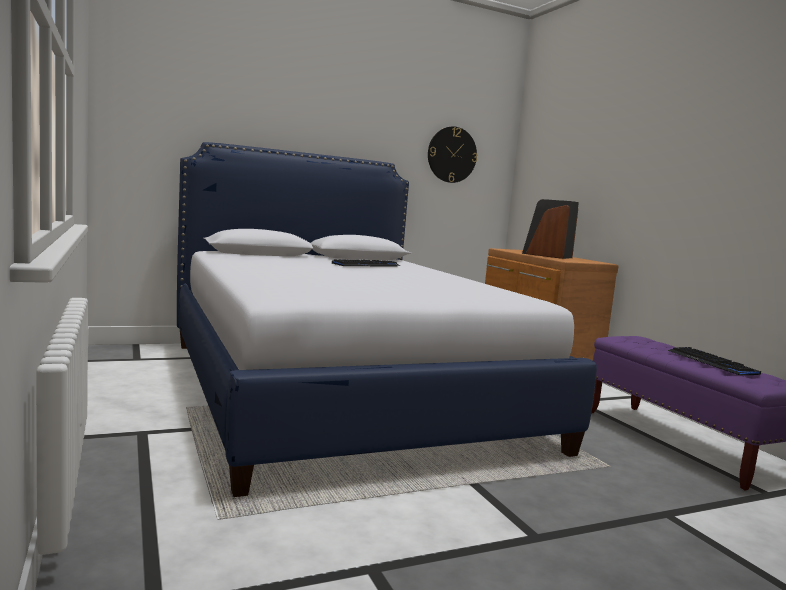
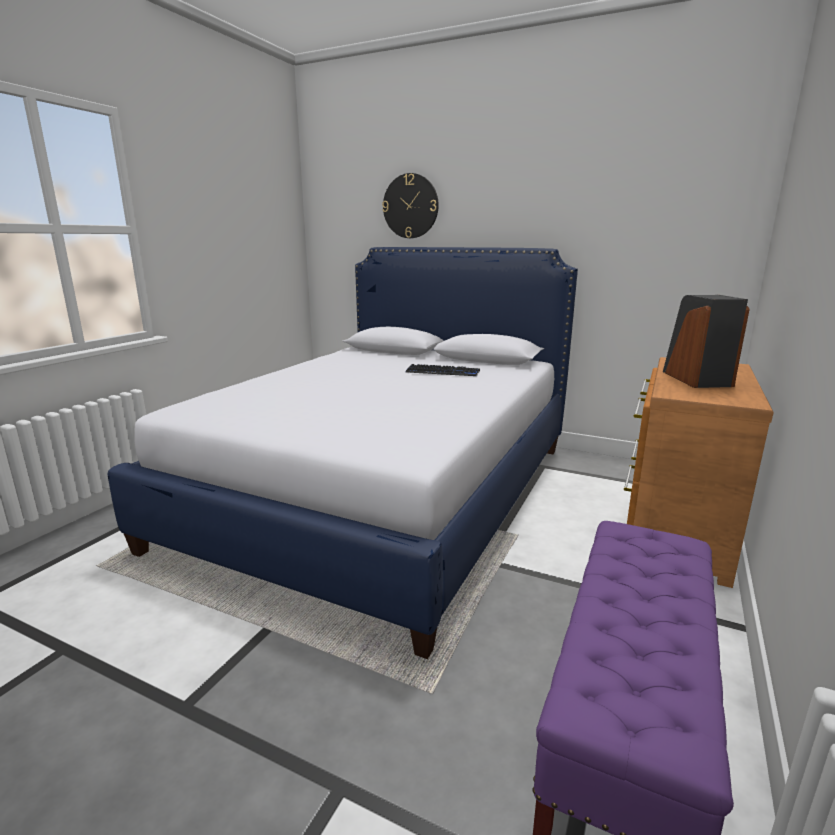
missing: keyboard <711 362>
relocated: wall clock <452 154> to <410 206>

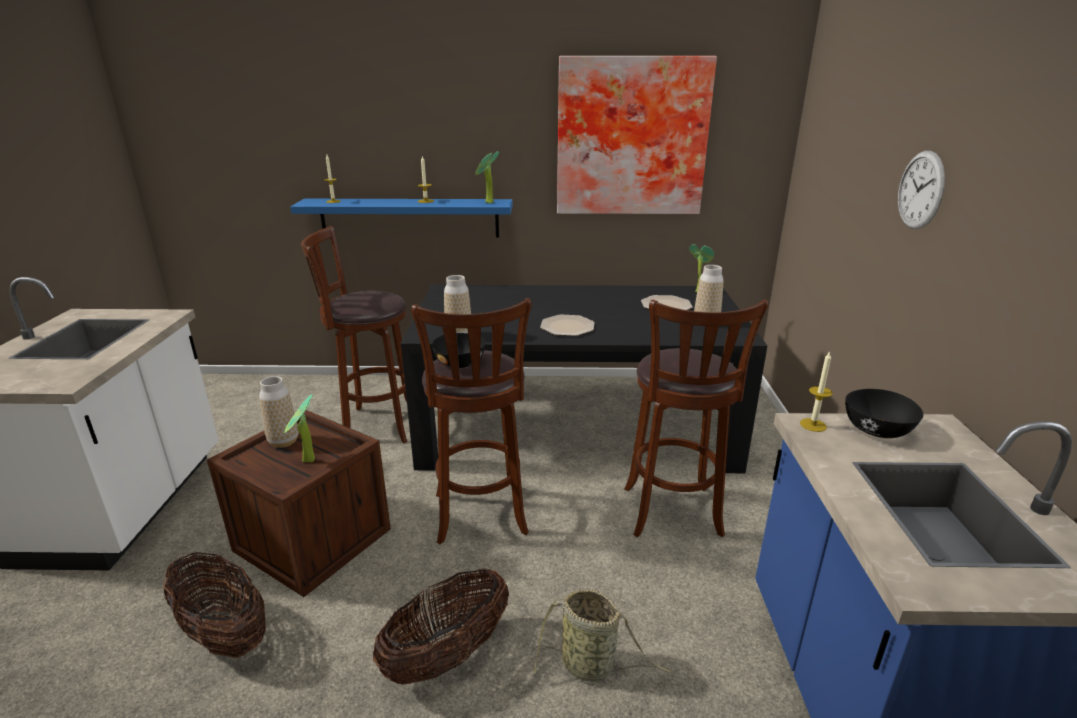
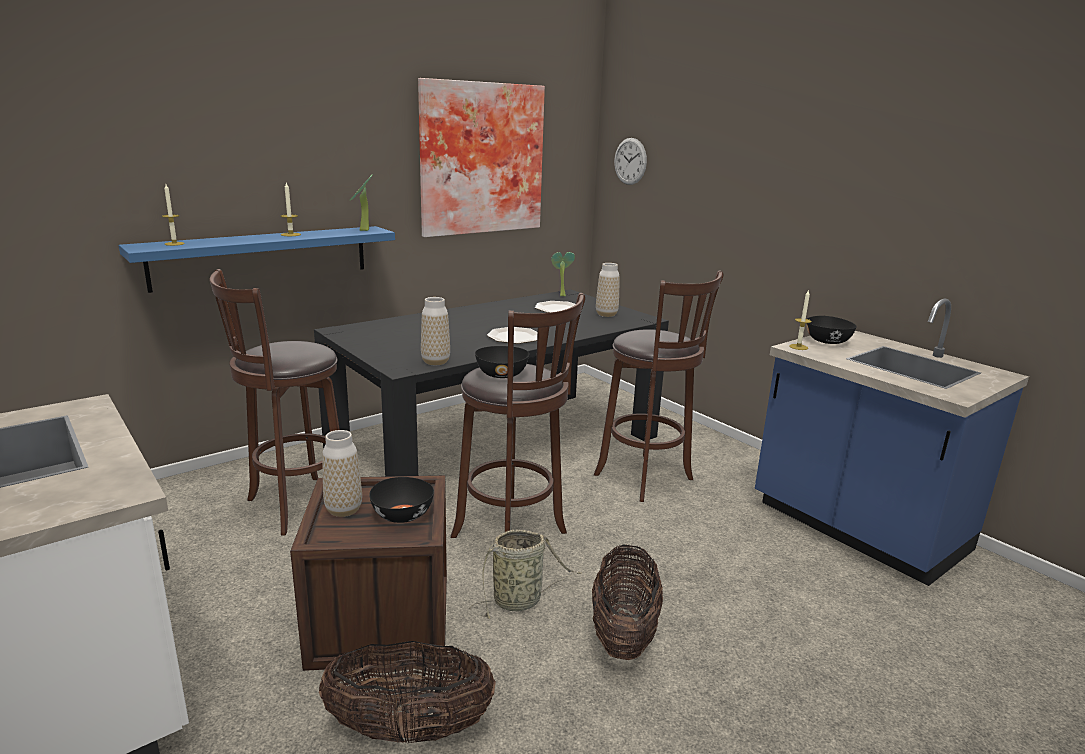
relocated: wall clock <920 190> to <630 161>; basket <591 666> to <520 600>
exchanged: potted plant <306 462> to black bowl <402 515>

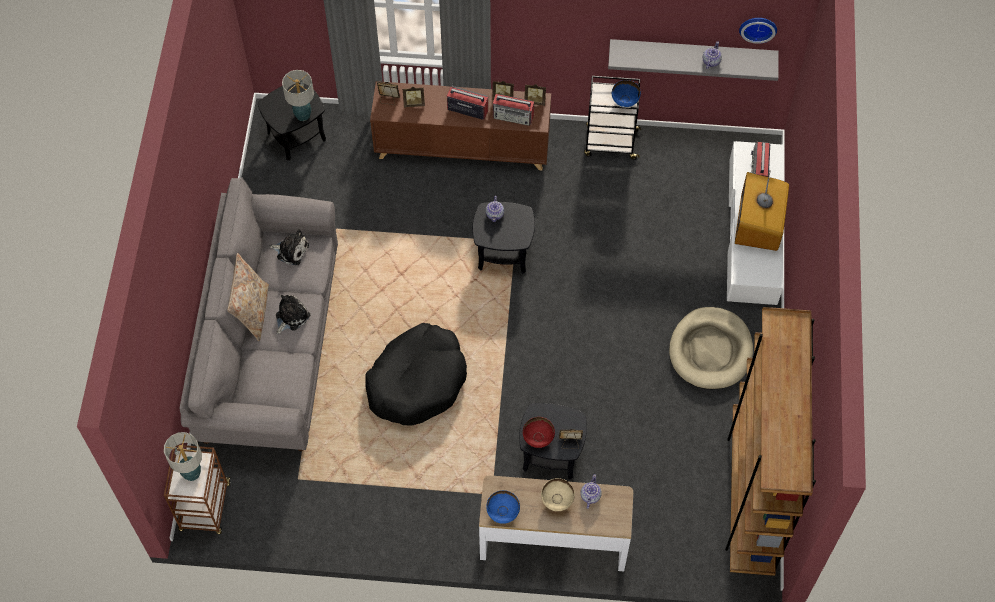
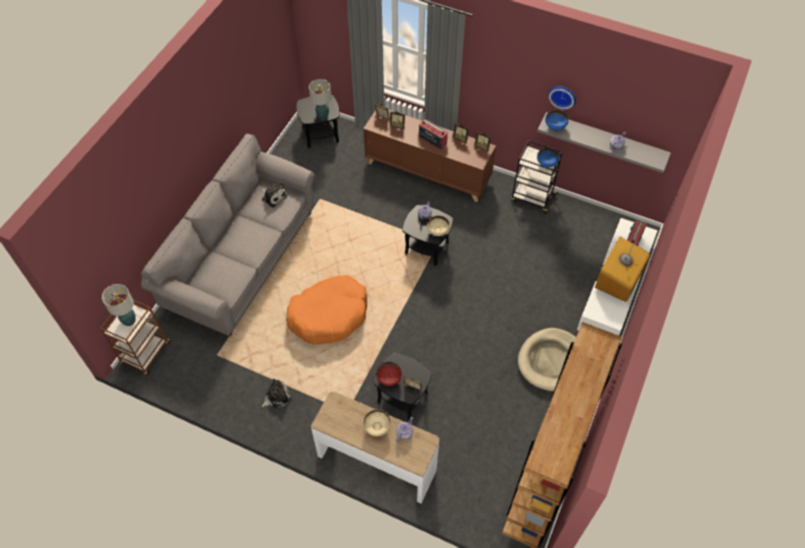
missing: radio <513 116>; beige pillow <252 311>
appeared: beige bowl <437 232>
relocated: wall clock <758 27> to <563 95>; plush toy <291 316> to <277 397>; blue bowl <503 513> to <555 127>
colour: black dog bed <417 381> to orange dog bed <329 315>

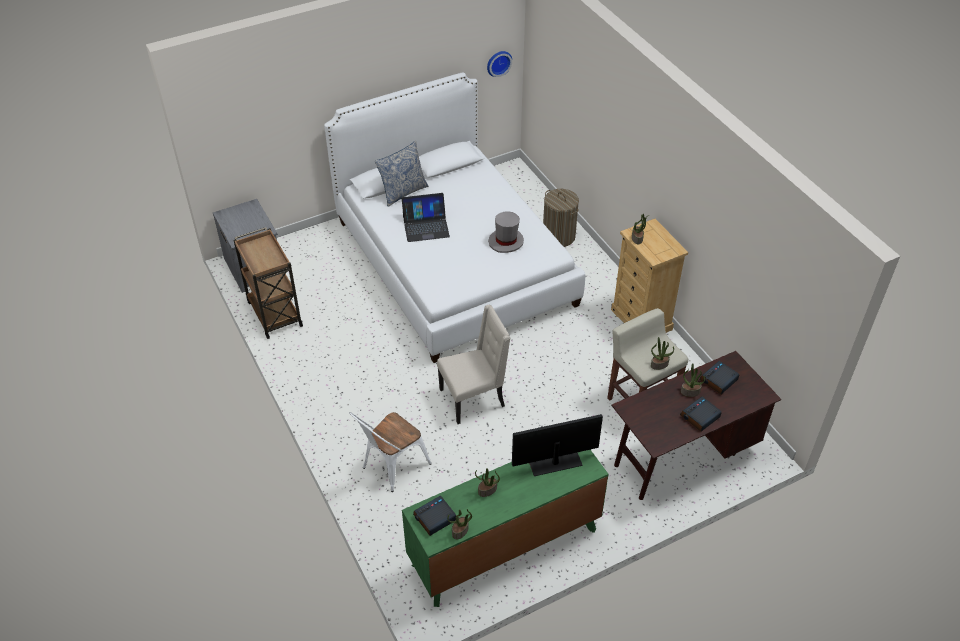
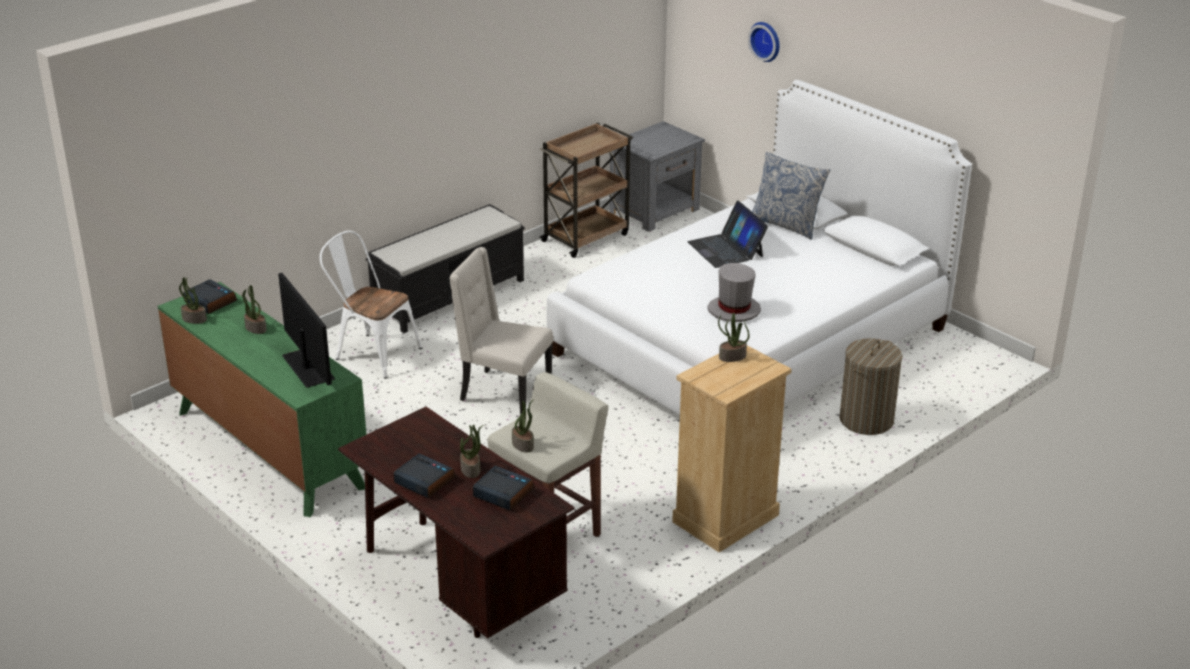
appeared: black bench <450 296>
relocated: wall clock <498 62> to <766 41>
spun: beige chair <473 398> = <503 392> 150 degrees clockwise

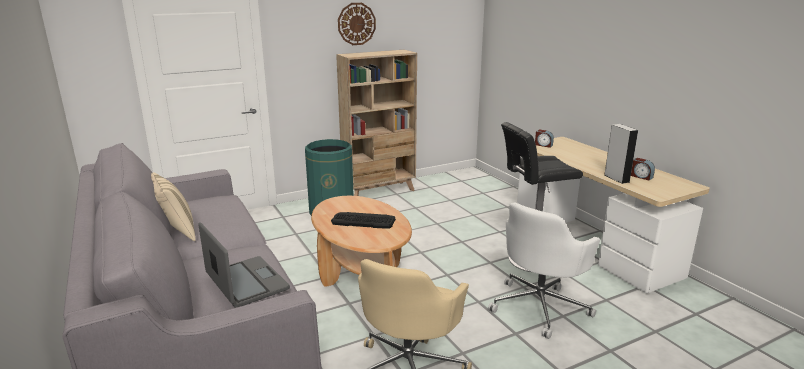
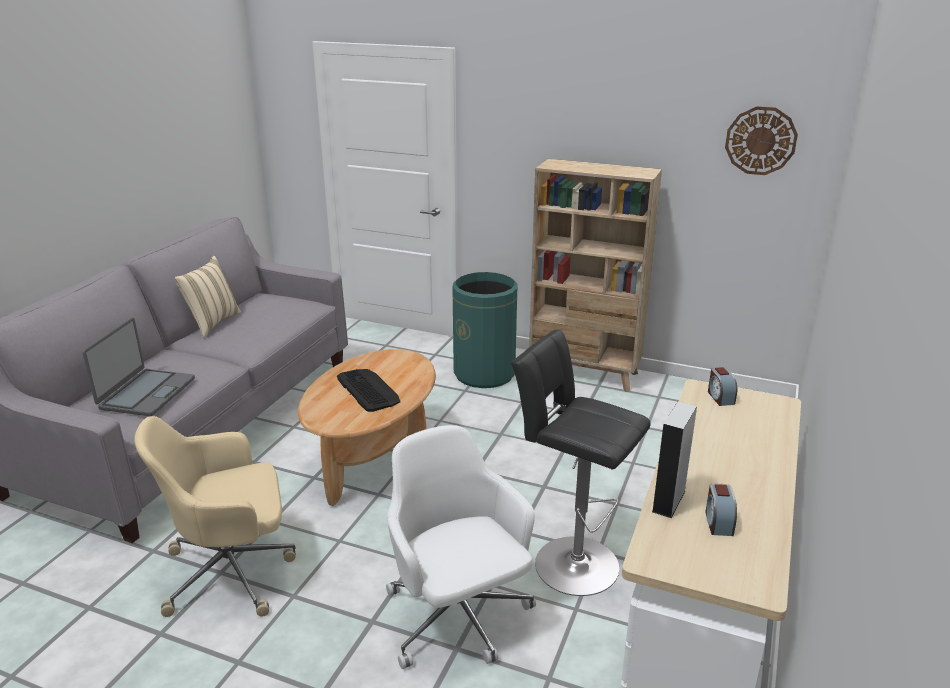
relocated: wall clock <356 24> to <760 141>
spun: white office chair <540 306> = <458 618> 60 degrees clockwise

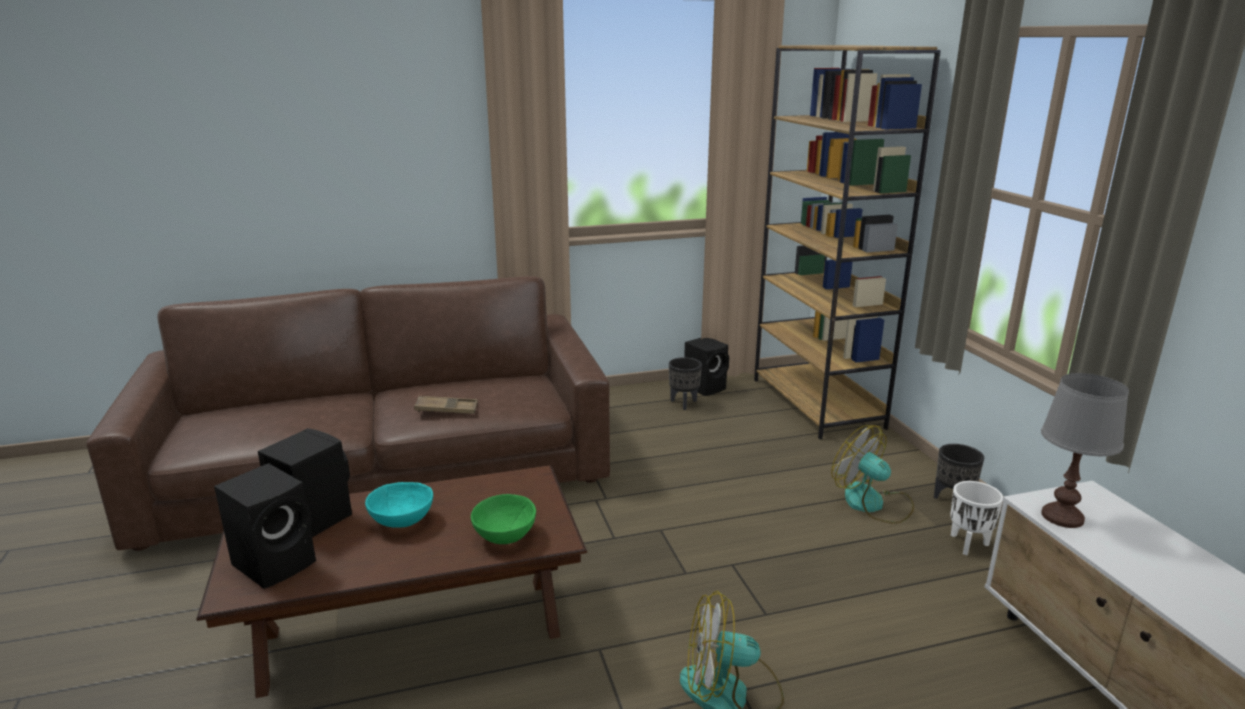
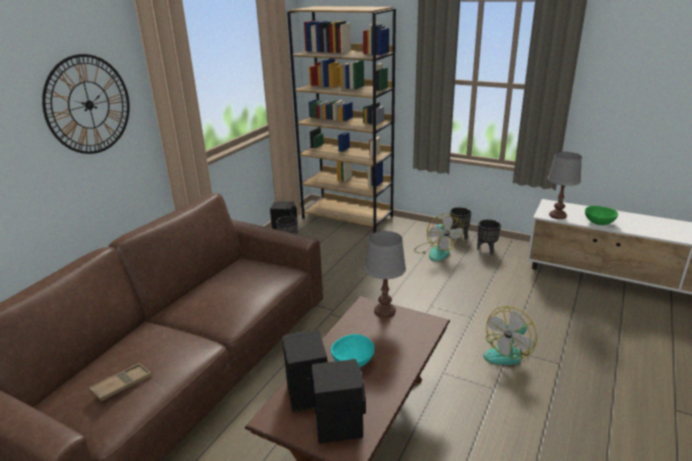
appeared: wall clock <89 105>; grey table lamp <385 311>
relocated: brown tray <446 409> to <122 385>; green bowl <505 535> to <598 223>
colour: white planter <968 544> to black planter <487 250>
spun: fan <872 504> = <436 251> 105 degrees counterclockwise

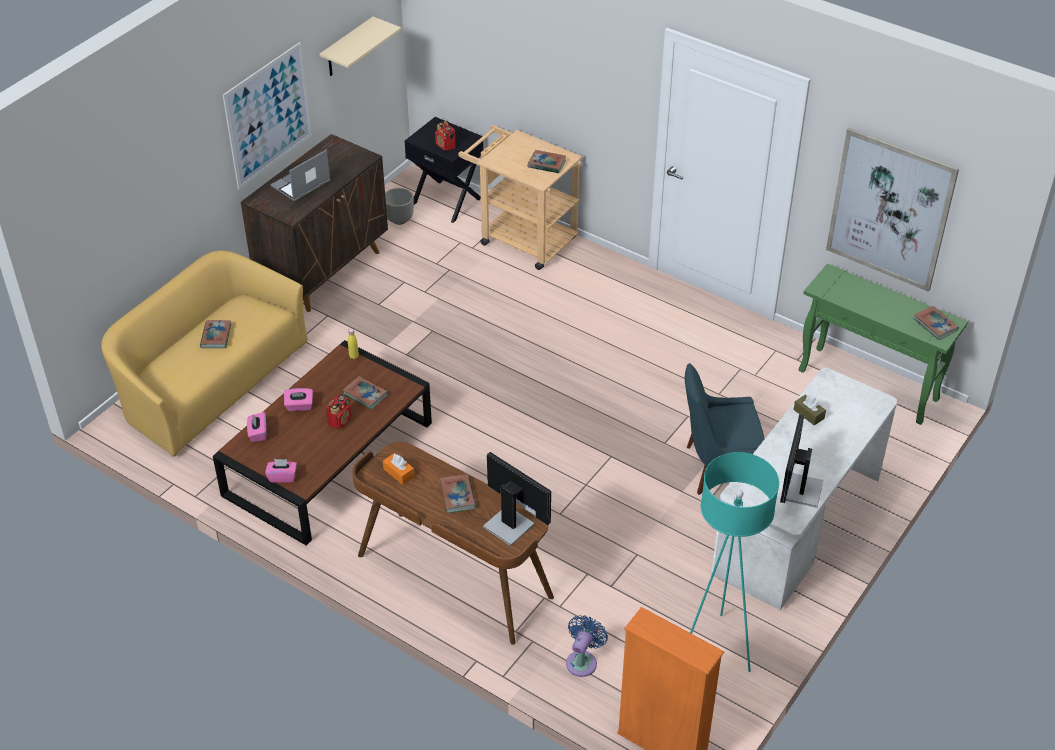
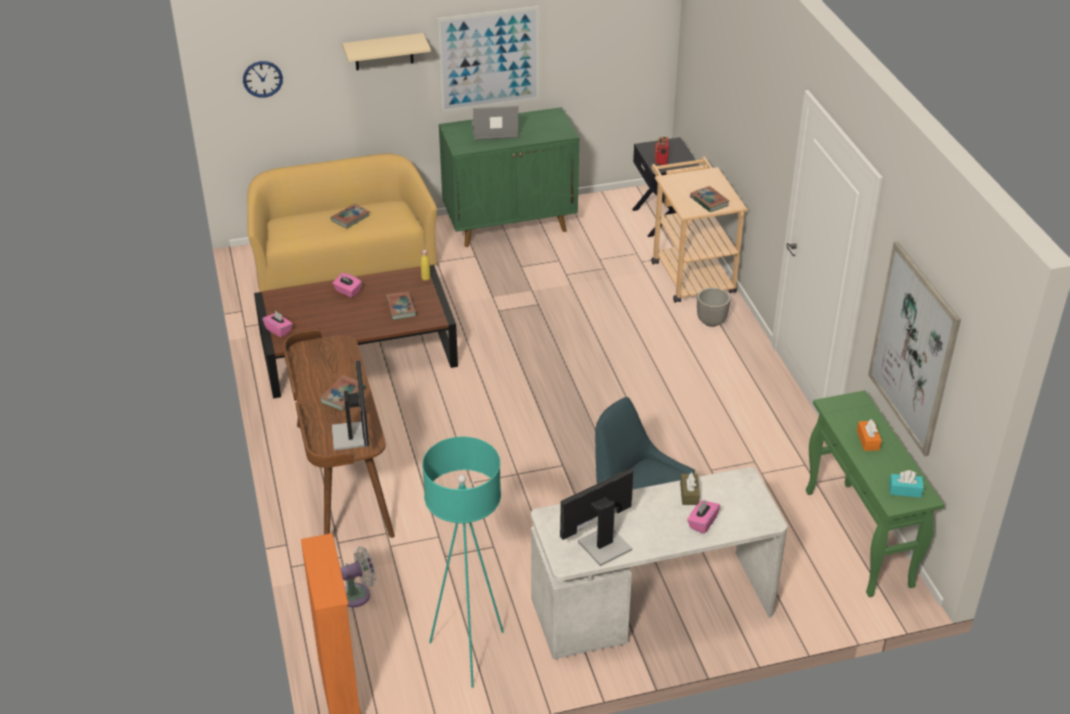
missing: radio <340 421>
appeared: wall clock <262 79>
relocated: beige shelf <347 48> to <384 52>; planter <399 220> to <710 321>; pink tissue box <258 433> to <702 523>; orange tissue box <399 473> to <868 440>
exchanged: book <935 325> to turquoise tissue box <905 490>
colour: brown cabinet <324 270> to green cabinet <510 224>; blue fan <583 661> to white fan <358 594>

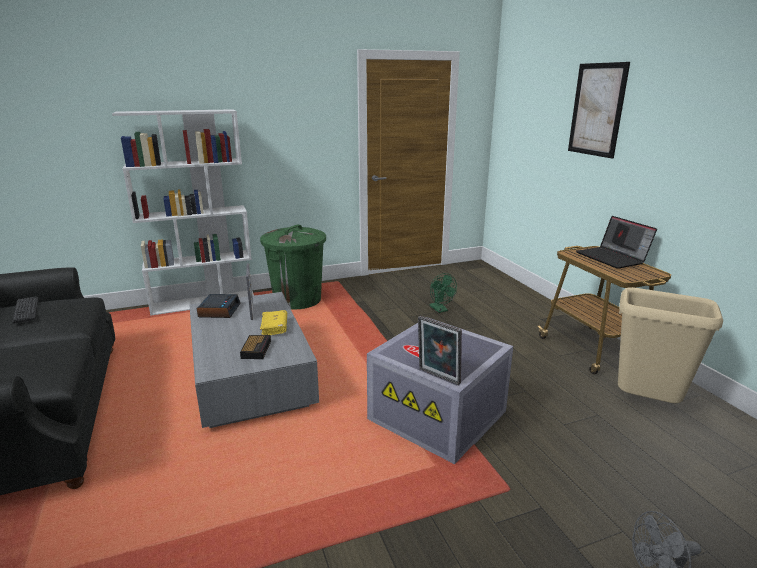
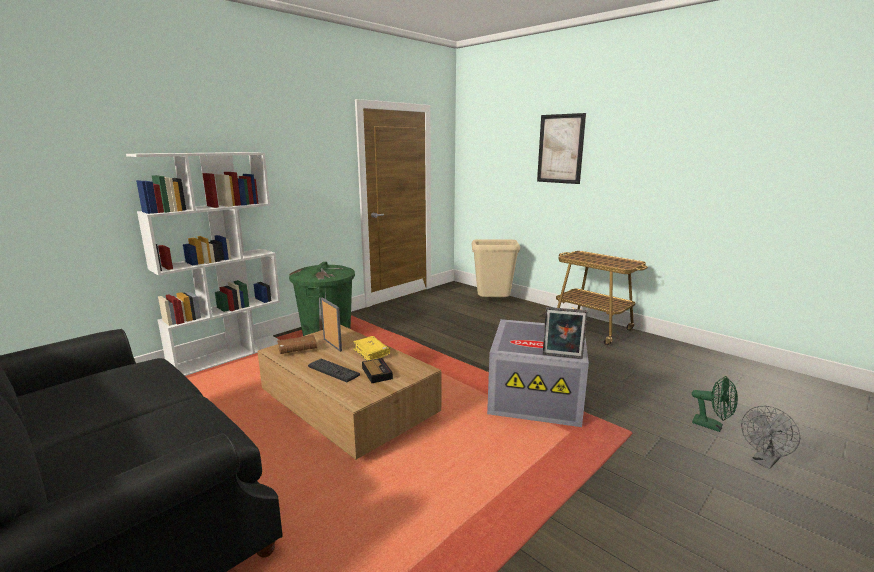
missing: laptop <613 258>
relocated: green fan <440 310> to <712 426>; beige trash can <646 404> to <493 303>; keyboard <26 310> to <333 370>
exchanged: alarm clock <219 310> to brown book <297 349>
colour: grey coffee table <250 375> to brown coffee table <347 406>

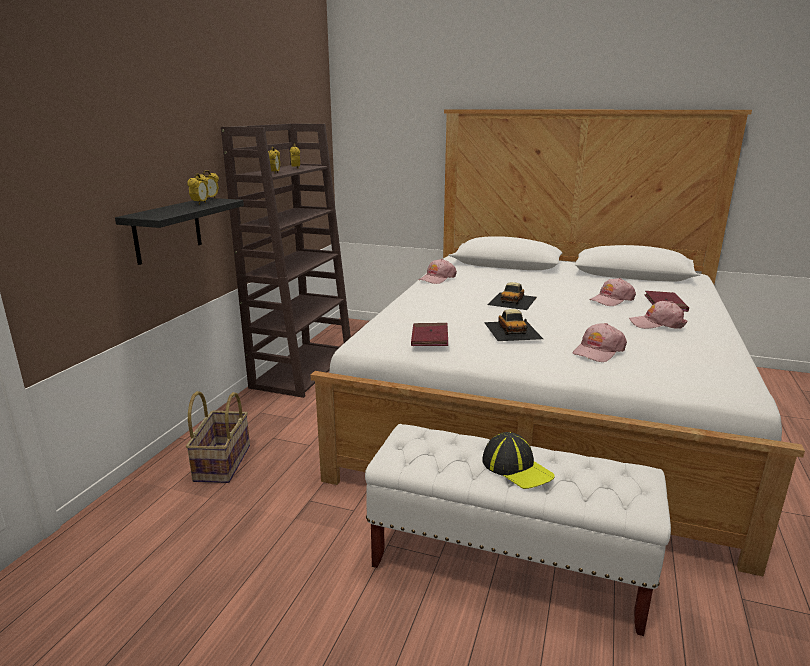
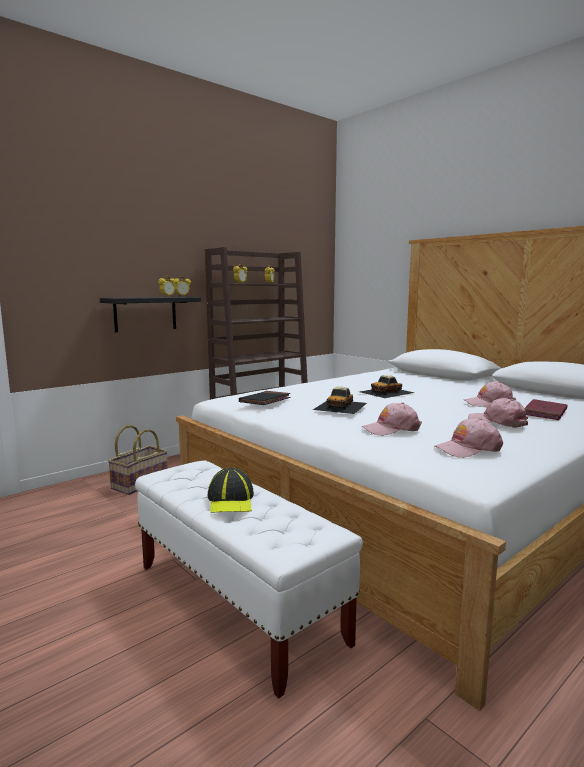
relocated: pink cap <437 278> to <468 449>
colour: red book <429 337> to black book <265 401>

